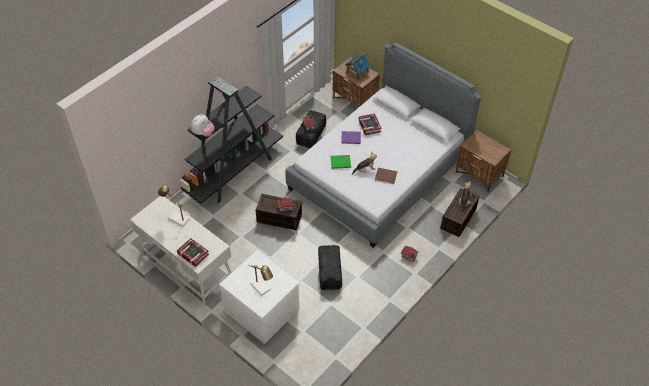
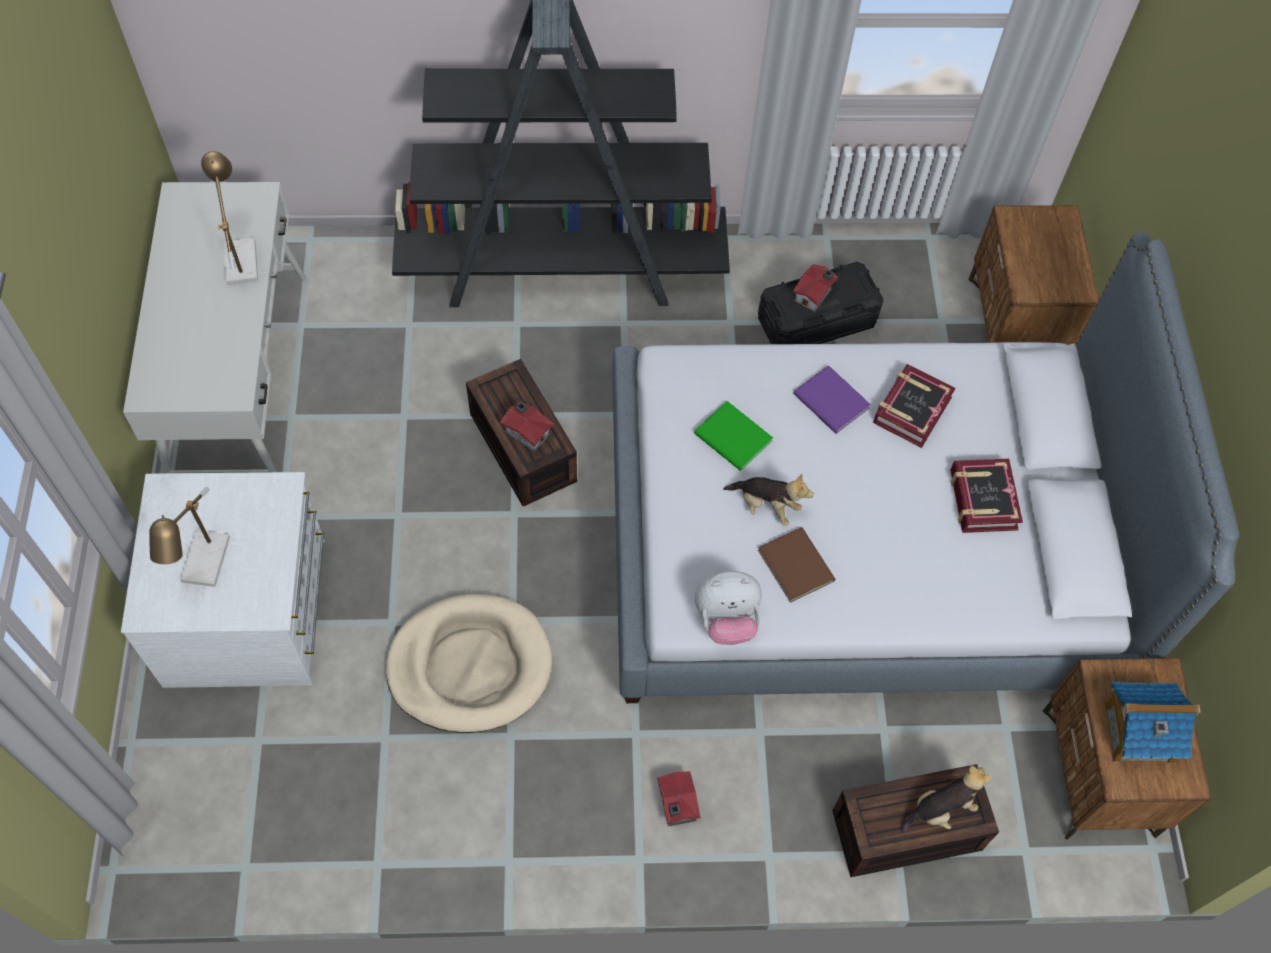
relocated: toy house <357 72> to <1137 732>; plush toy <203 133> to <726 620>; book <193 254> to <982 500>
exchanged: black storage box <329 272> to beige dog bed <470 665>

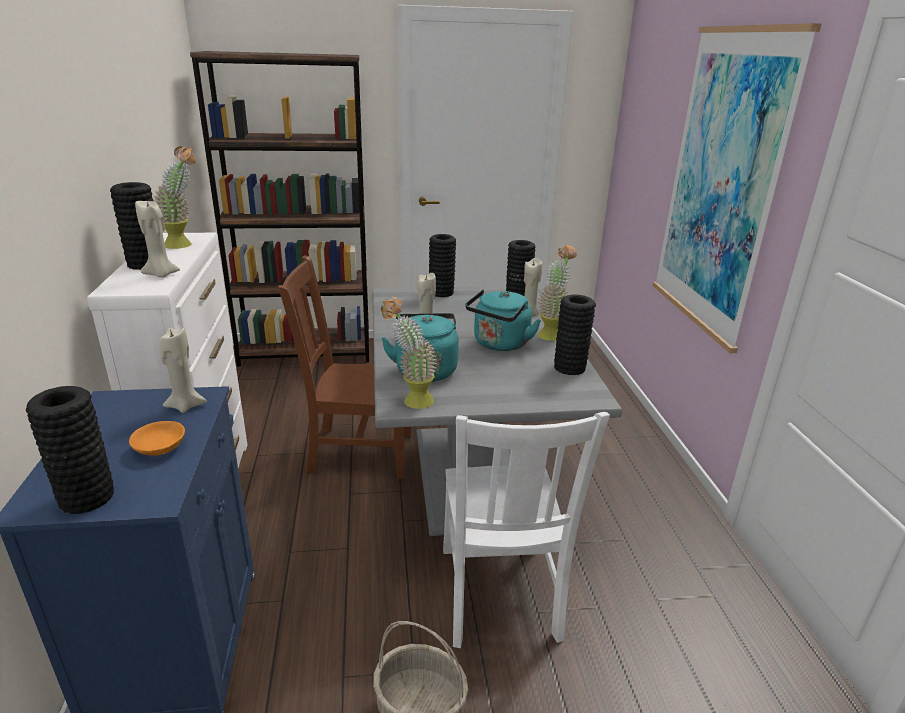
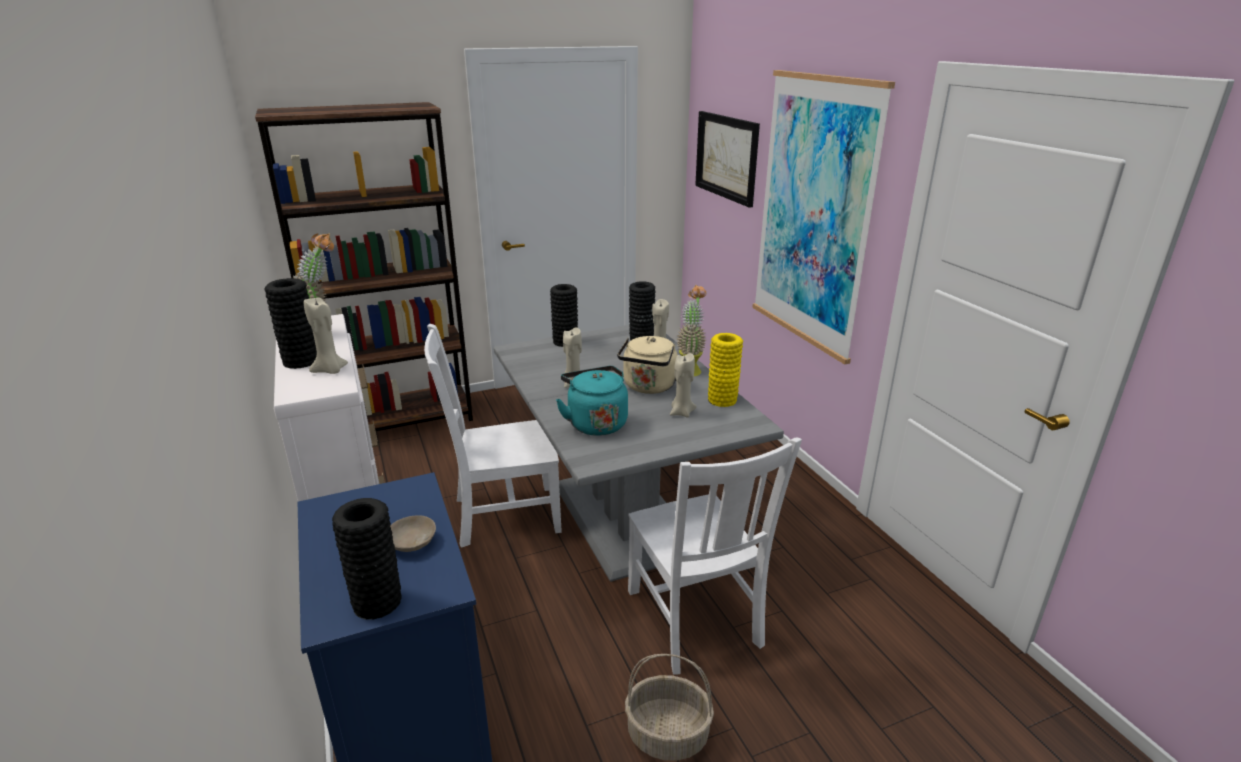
missing: potted plant <410 401>
appeared: picture <726 157>
relocated: beige candle <185 405> to <681 412>
colour: brown chair <357 451> to white chair <503 515>; turquoise kettle <500 344> to beige kettle <649 387>; black vase <569 367> to yellow vase <722 400>; orange bowl <160 447> to beige bowl <411 542>

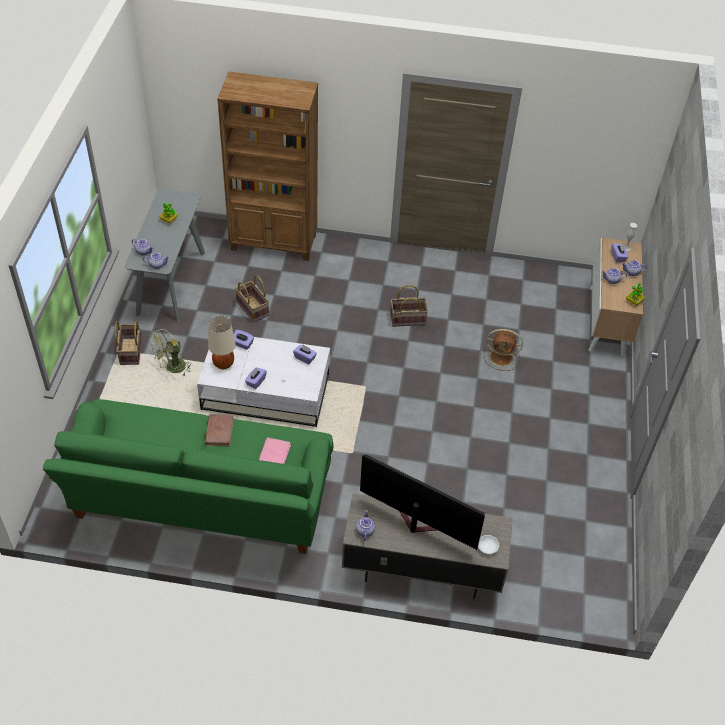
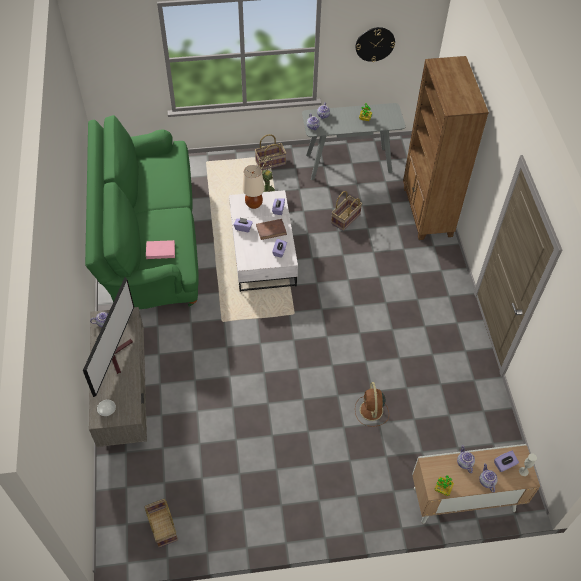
appeared: wall clock <375 44>
relocated: basket <408 319> to <163 527>; brown book <219 431> to <271 230>

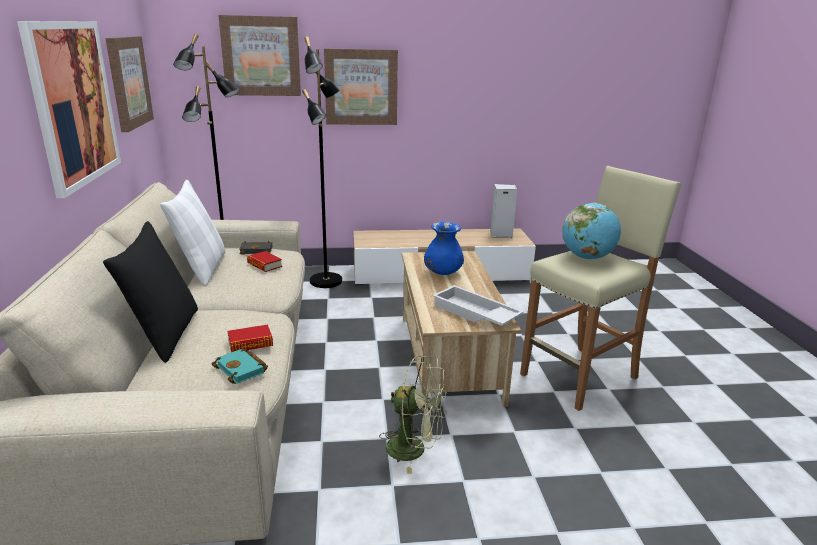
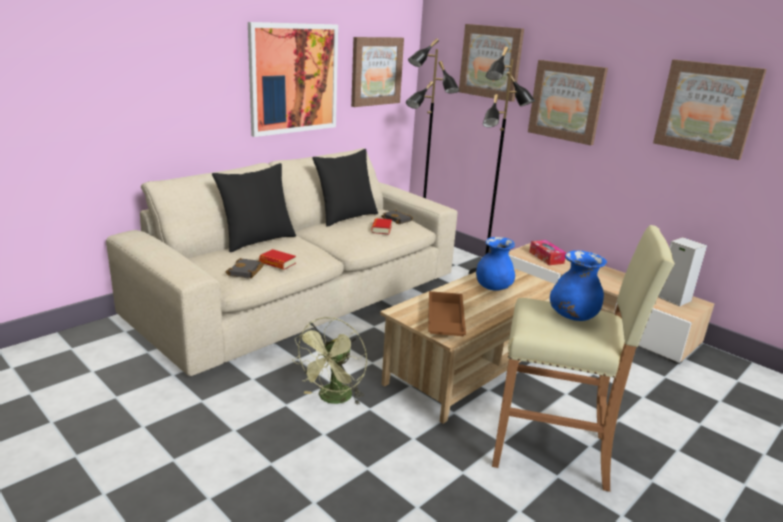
appeared: picture <707 108>; tissue box <546 257>
exchanged: globe <587 257> to blue vase <572 316>
colour: white pillow <202 269> to black pillow <346 217>; white tray <474 313> to brown tray <443 321>; turquoise book <242 369> to black book <246 272>
spun: green fan <415 449> = <333 399> 45 degrees clockwise

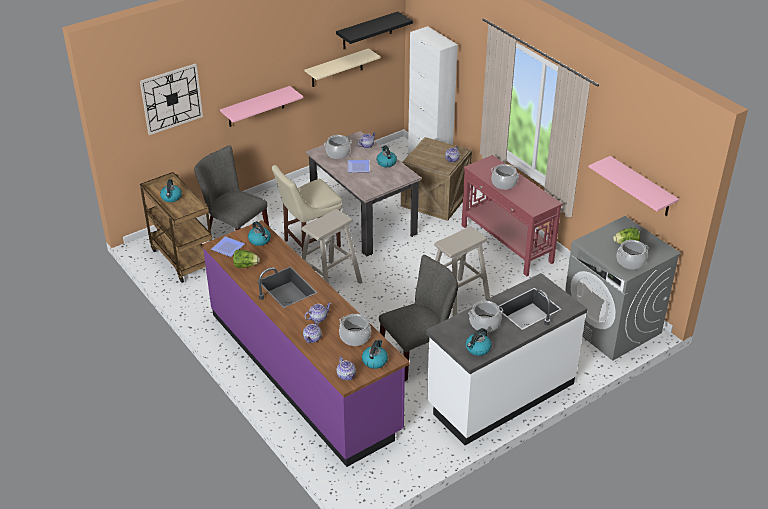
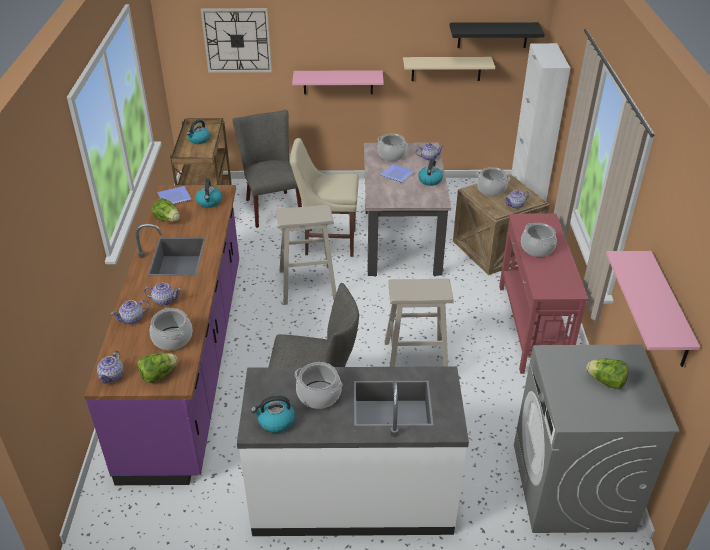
relocated: cooking pot <630 261> to <491 189>
exchanged: kettle <374 361> to lettuce <158 375>

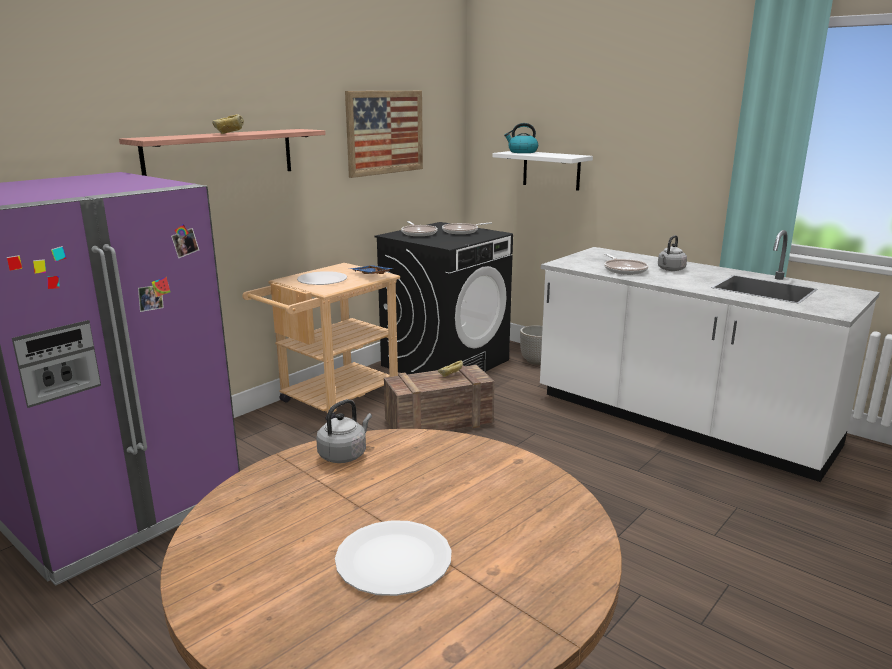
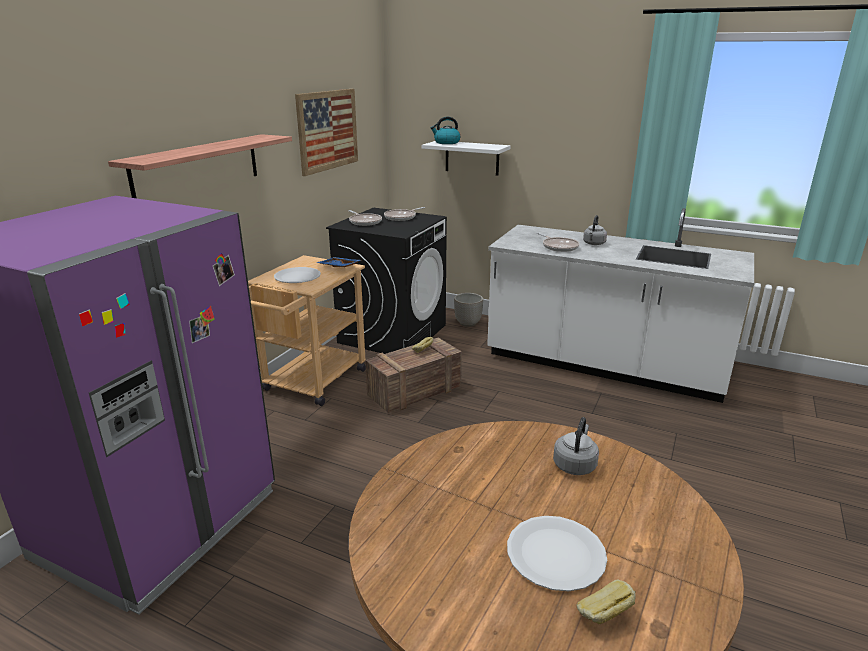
relocated: bread <229 134> to <604 617>; grey kettle <344 454> to <575 464>

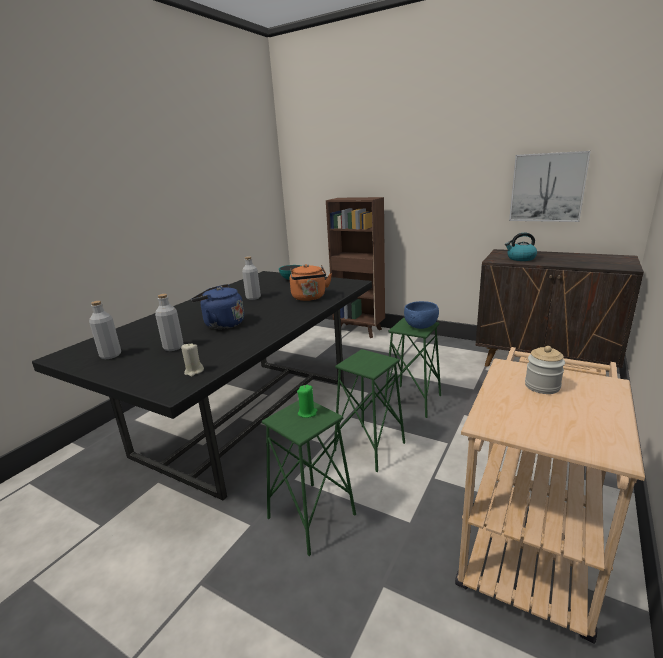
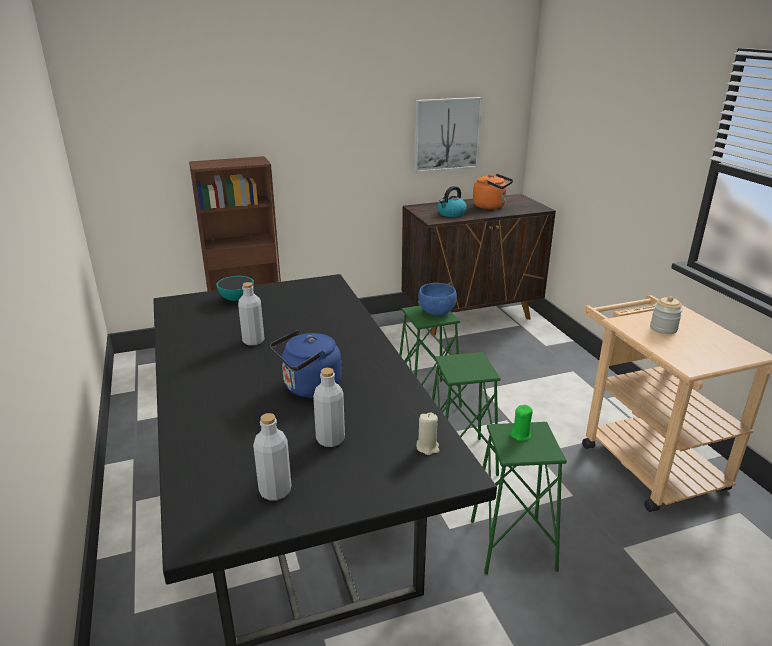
relocated: orange kettle <309 298> to <491 206>

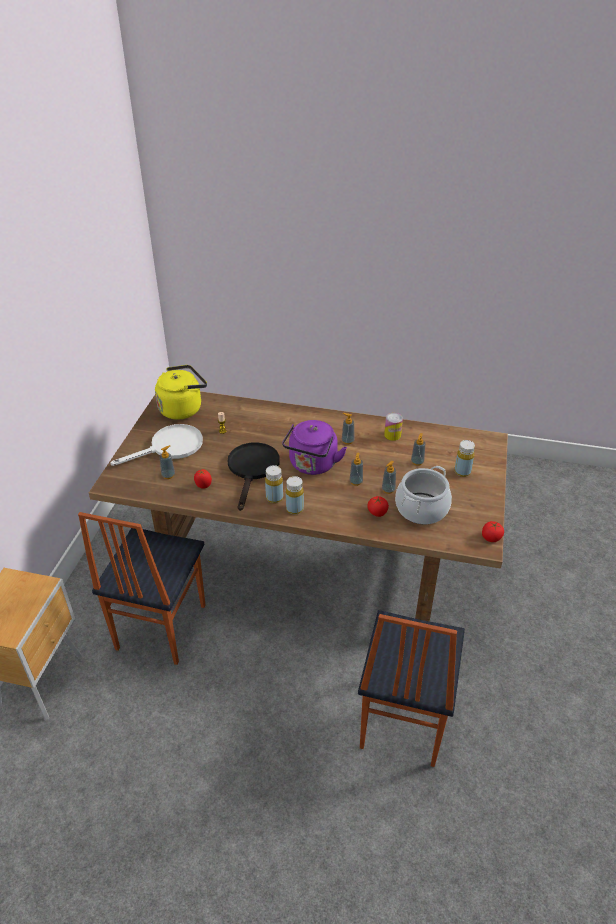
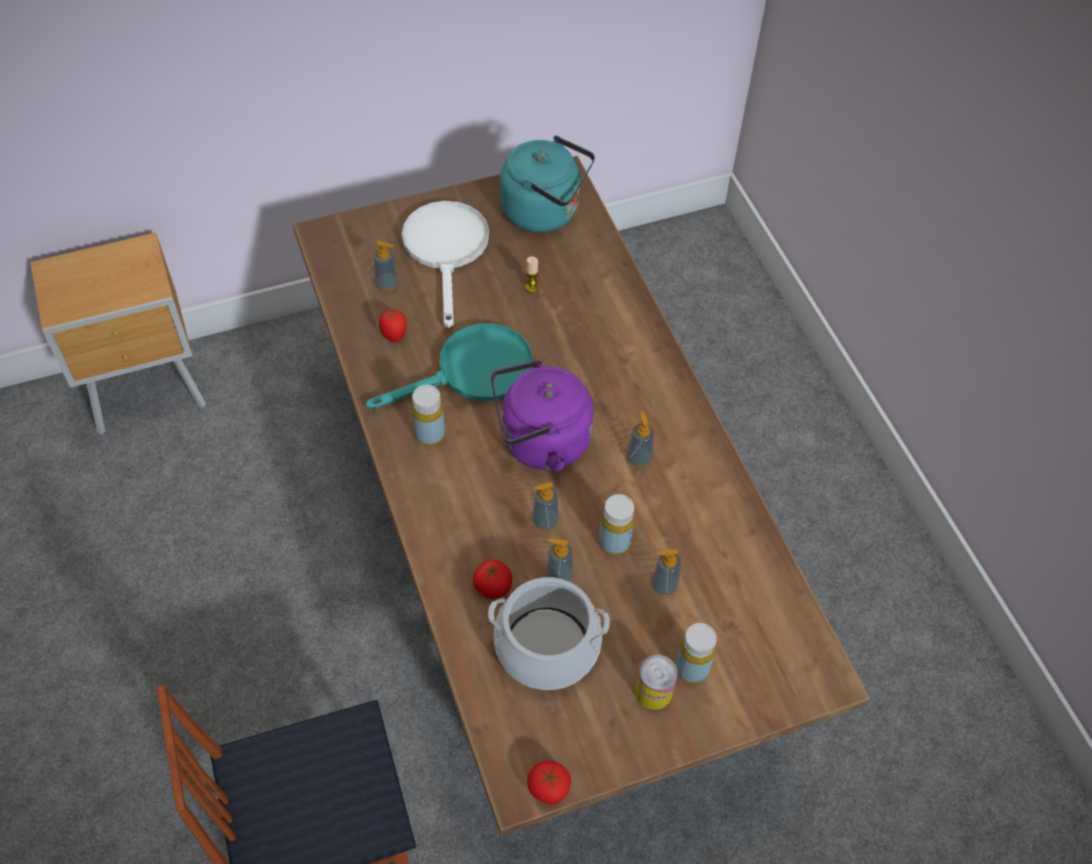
missing: chair <159 627>
relocated: can <392 435> to <653 692>; yellow bottle <294 509> to <614 542>
colour: yellow kettle <183 408> to turquoise kettle <545 211>; black frying pan <252 469> to turquoise frying pan <472 373>
spun: white frying pan <170 447> = <447 250> 120 degrees counterclockwise

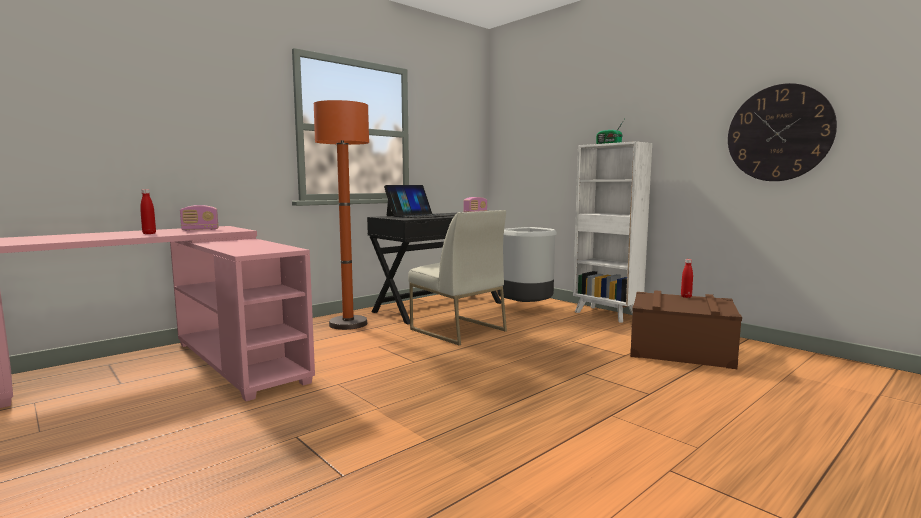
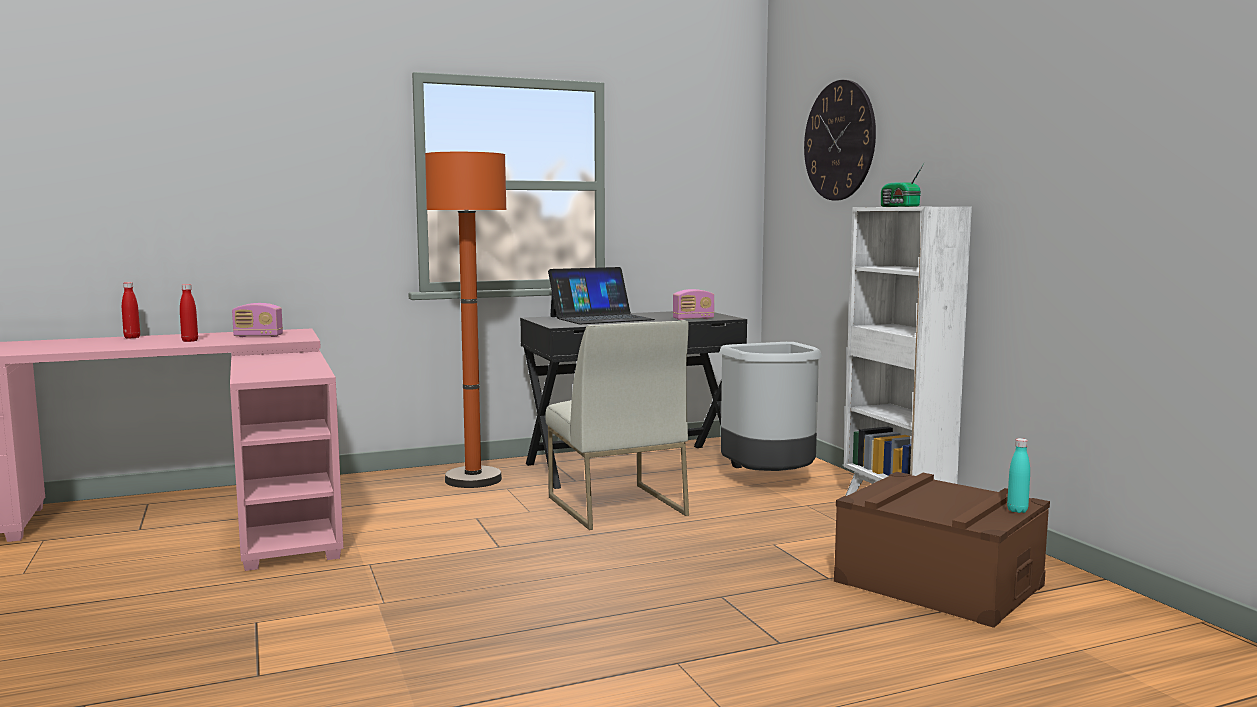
appeared: turquoise bottle <1017 510>
relocated: wall clock <779 133> to <839 140>; red bottle <686 297> to <132 337>

